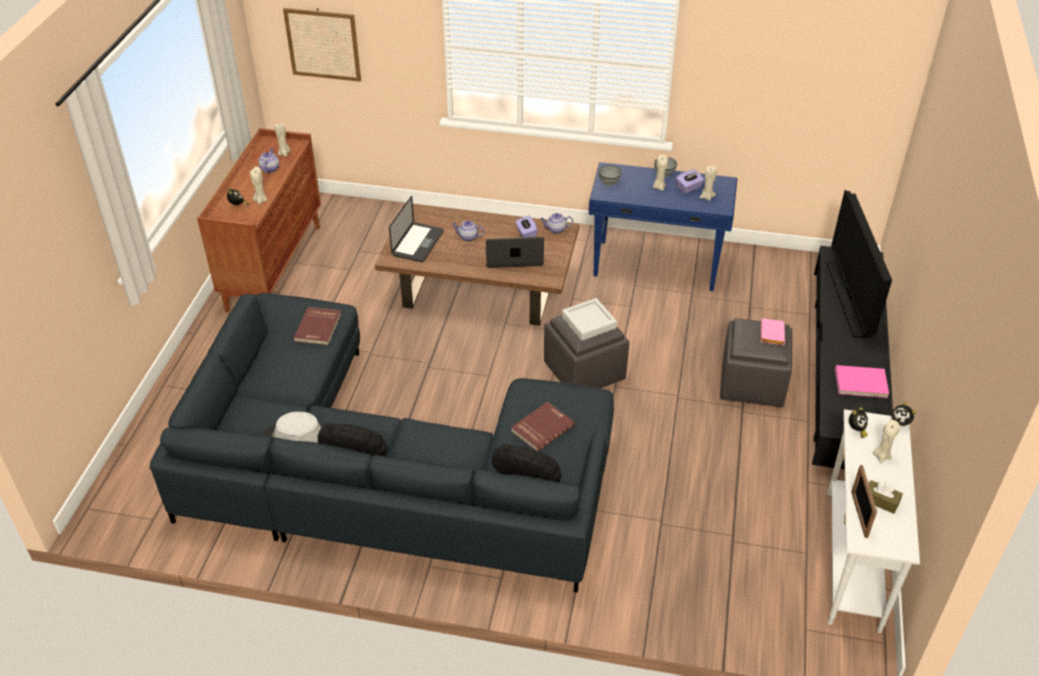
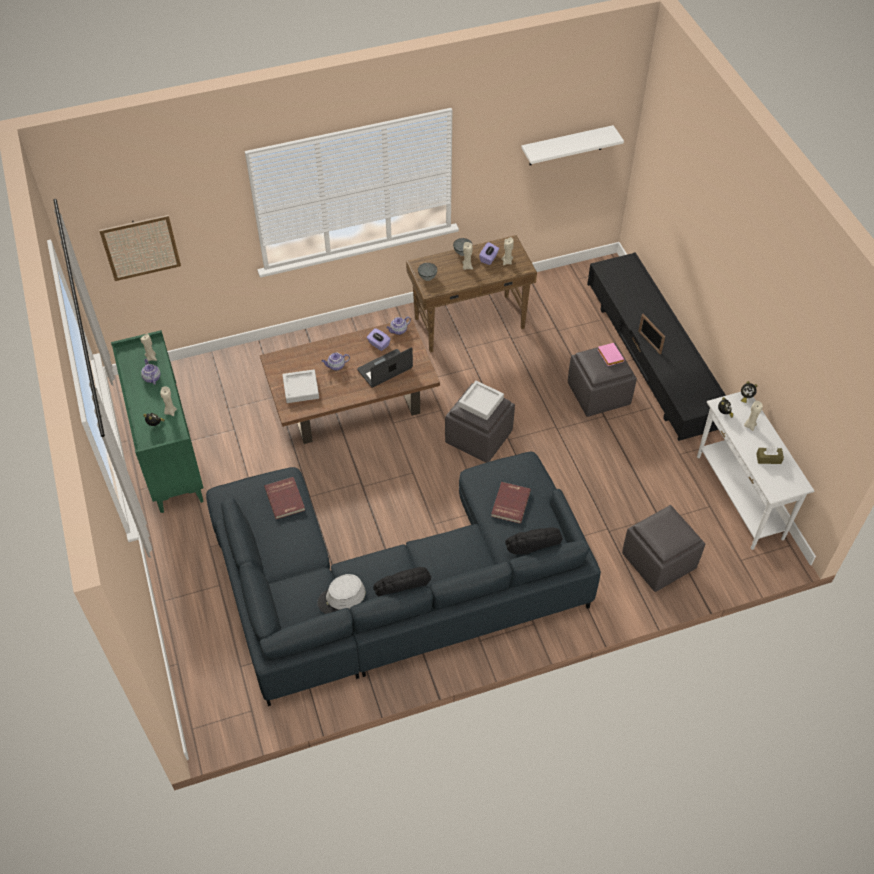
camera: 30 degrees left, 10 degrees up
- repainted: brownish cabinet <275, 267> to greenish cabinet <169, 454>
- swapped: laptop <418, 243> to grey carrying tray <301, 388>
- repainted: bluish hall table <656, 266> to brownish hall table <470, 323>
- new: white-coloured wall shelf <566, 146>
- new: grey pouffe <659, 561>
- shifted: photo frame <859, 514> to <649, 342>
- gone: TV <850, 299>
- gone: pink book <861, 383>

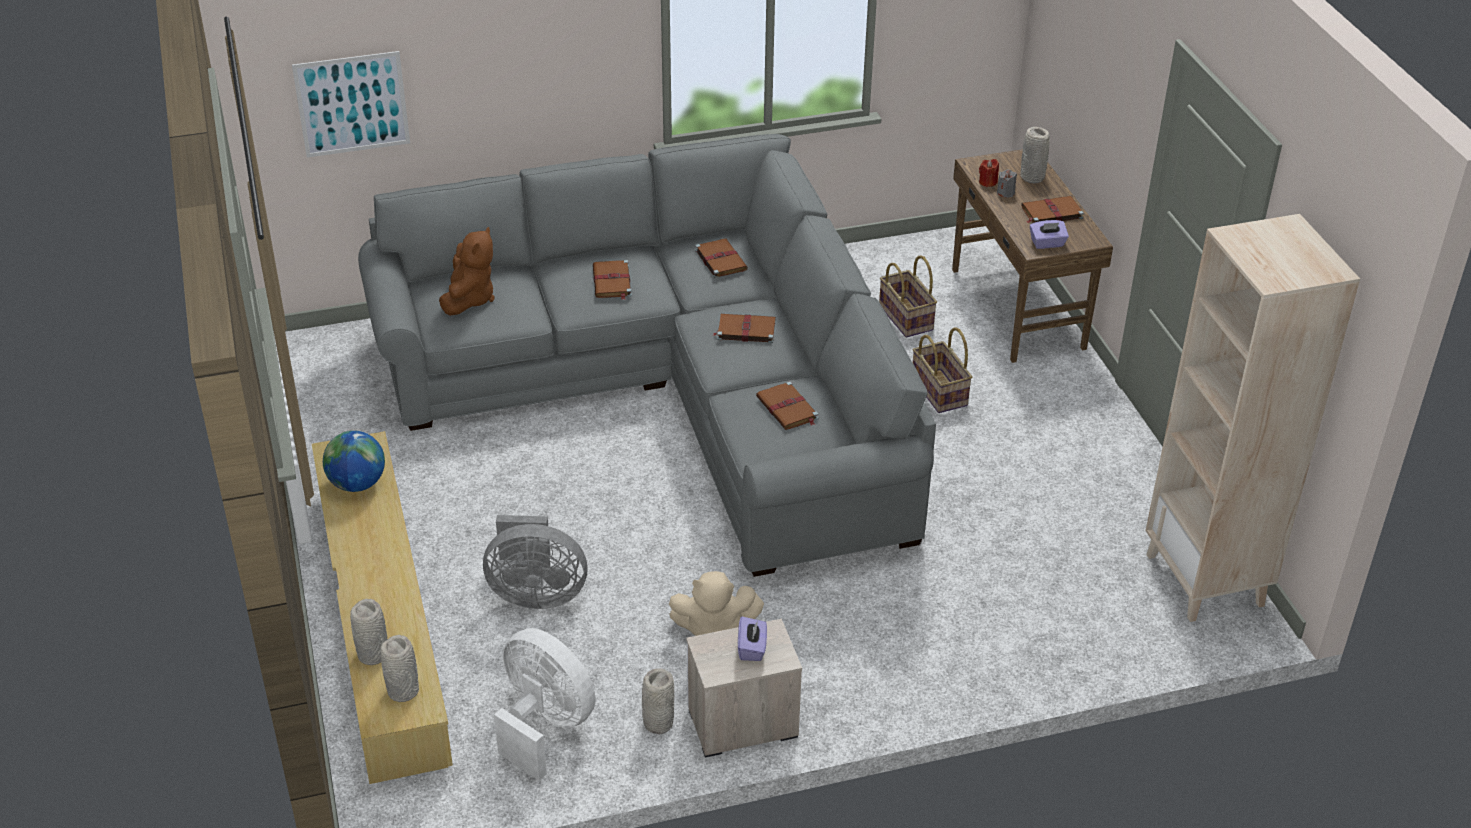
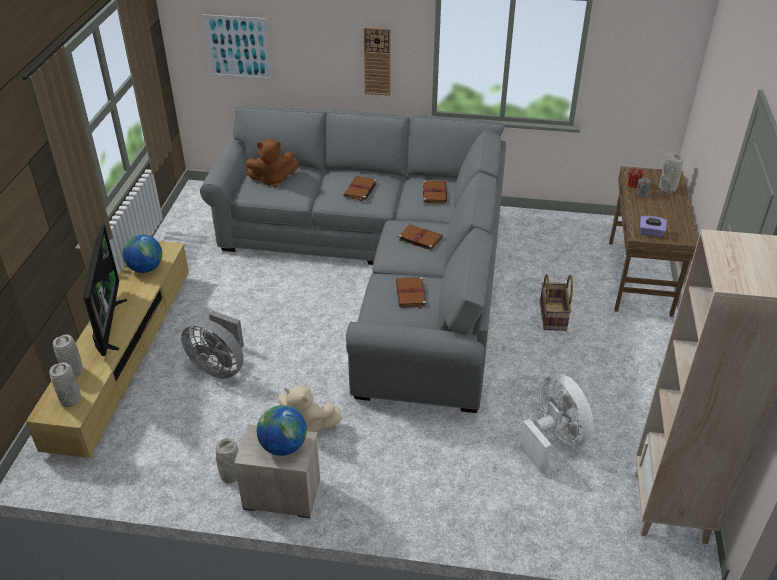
camera: 25 degrees right, 0 degrees up
- new: TV <108, 325>
- rotated: brownish soft toy <469, 298> = <272, 179> 45 degrees clockwise
- swapped: purplish tissue box <752, 648> to world globe <283, 446>
- new: hanging clock <377, 61>
- shifted: white-coloured fan <544, 726> to <554, 439>
- gone: storage basket <907, 318>
- gone: brownish book <1051, 213>

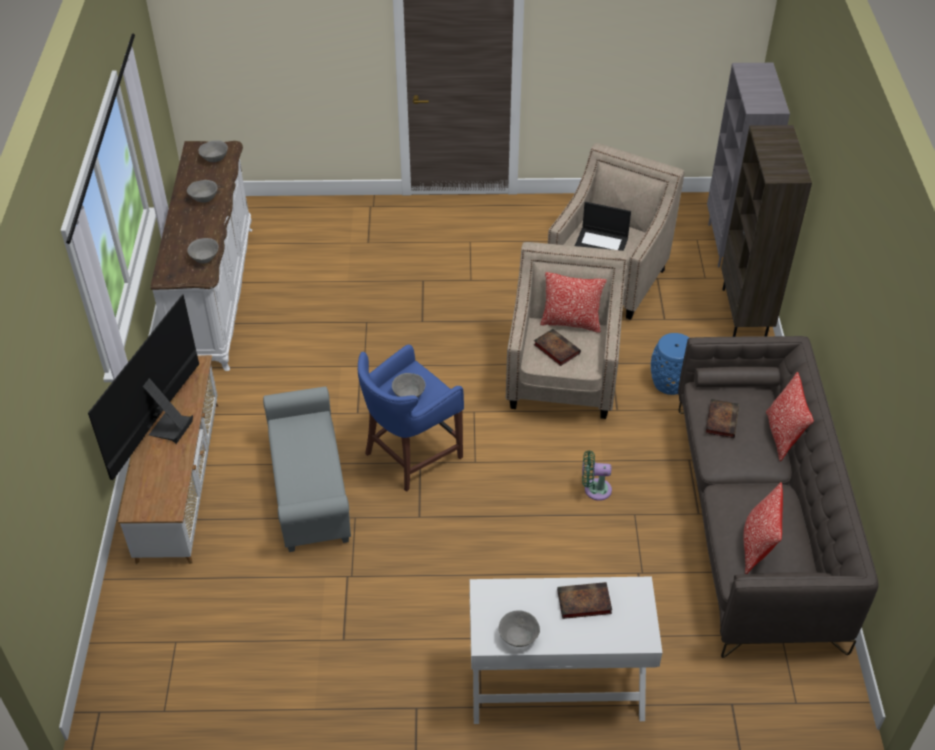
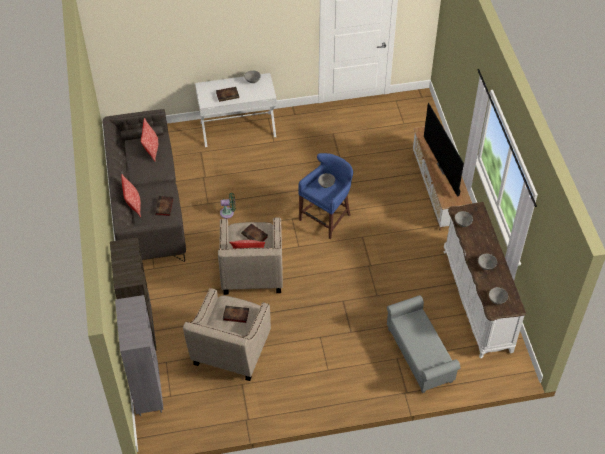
camera: 170 degrees right, 5 degrees up
- swapped: laptop <601, 243> to book <235, 315>
- shifted: grey pouffe <310, 491> to <419, 355>
- rotated: TV <165, 427> = <444, 167> 150 degrees clockwise
- gone: bluish stool seat <670, 382>

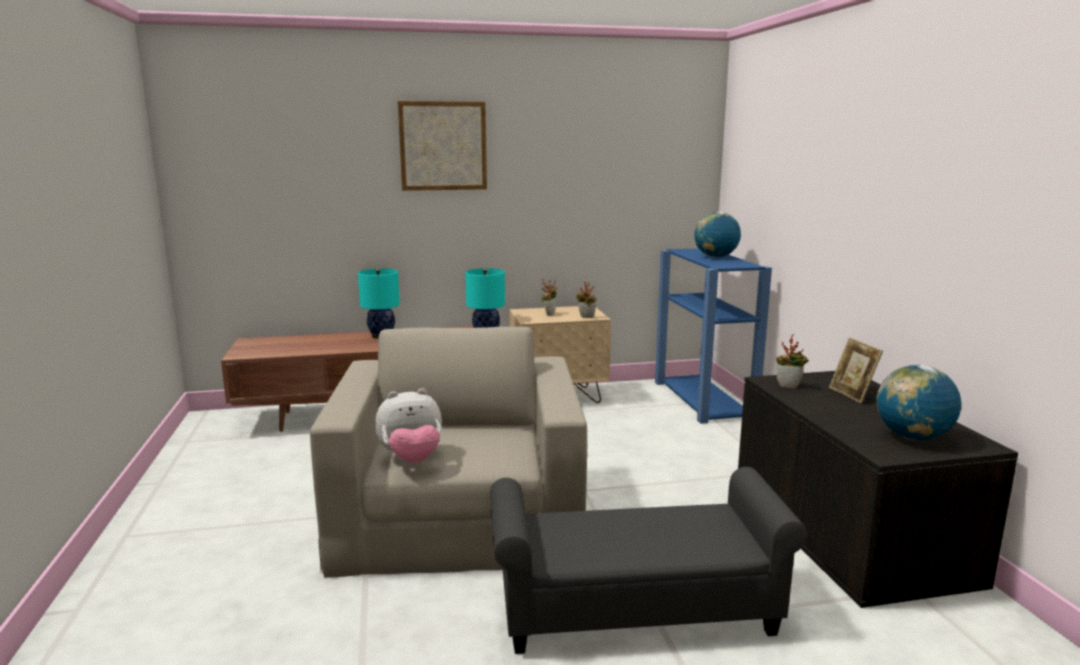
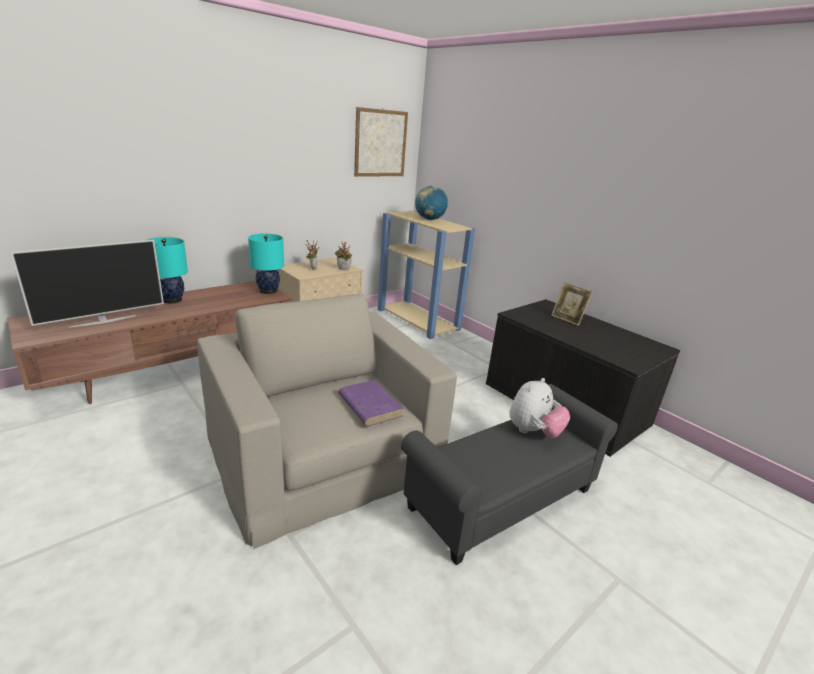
camera: 30 degrees left, 10 degrees up
- new: TV <103, 321>
- new: purplish book <369, 405>
- shifted: picture <443, 145> to <380, 142>
- repainted: bluish shelving unit <703, 399> to beige shelving unit <418, 319>
- shifted: soft toy <411, 459> to <533, 432>
- gone: plant in a pot <789, 386>
- gone: world globe <912, 437>

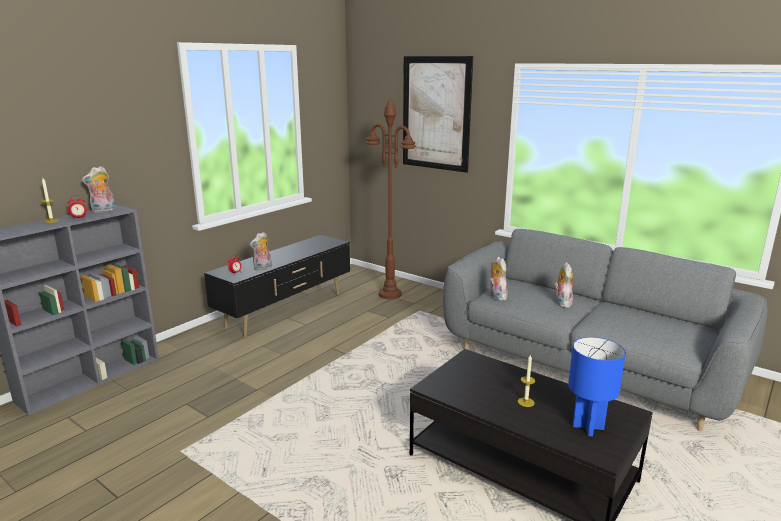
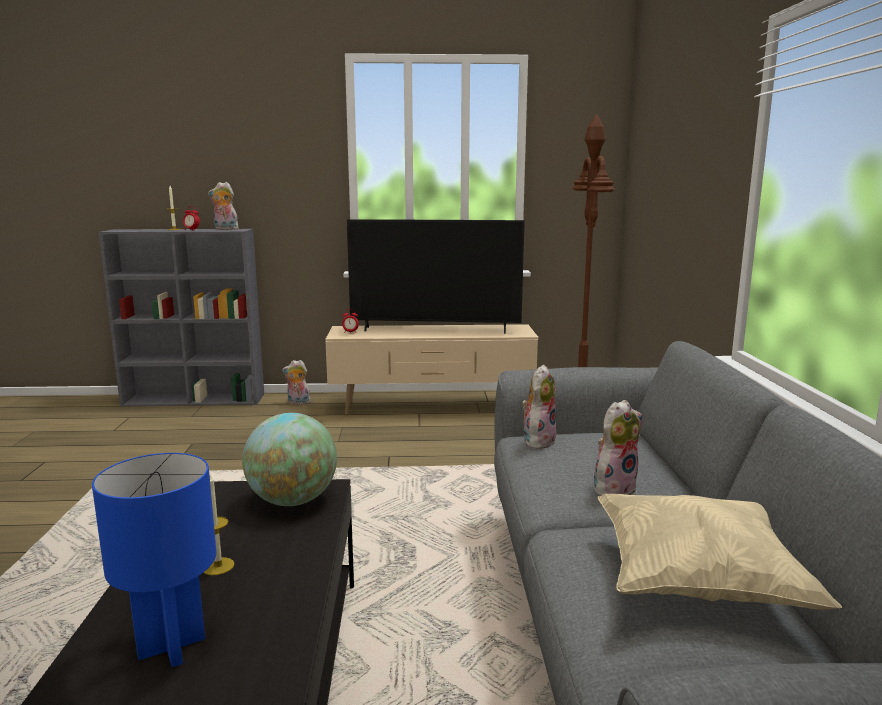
camera: 50 degrees right, 5 degrees down
- new: world globe <292, 501>
- shifted: soft toy <263, 268> to <298, 403>
- repainted: black tv unit <286, 311> to beige tv unit <432, 408>
- new: TV <435, 330>
- new: beige pillow <696, 583>
- gone: picture <436, 113>

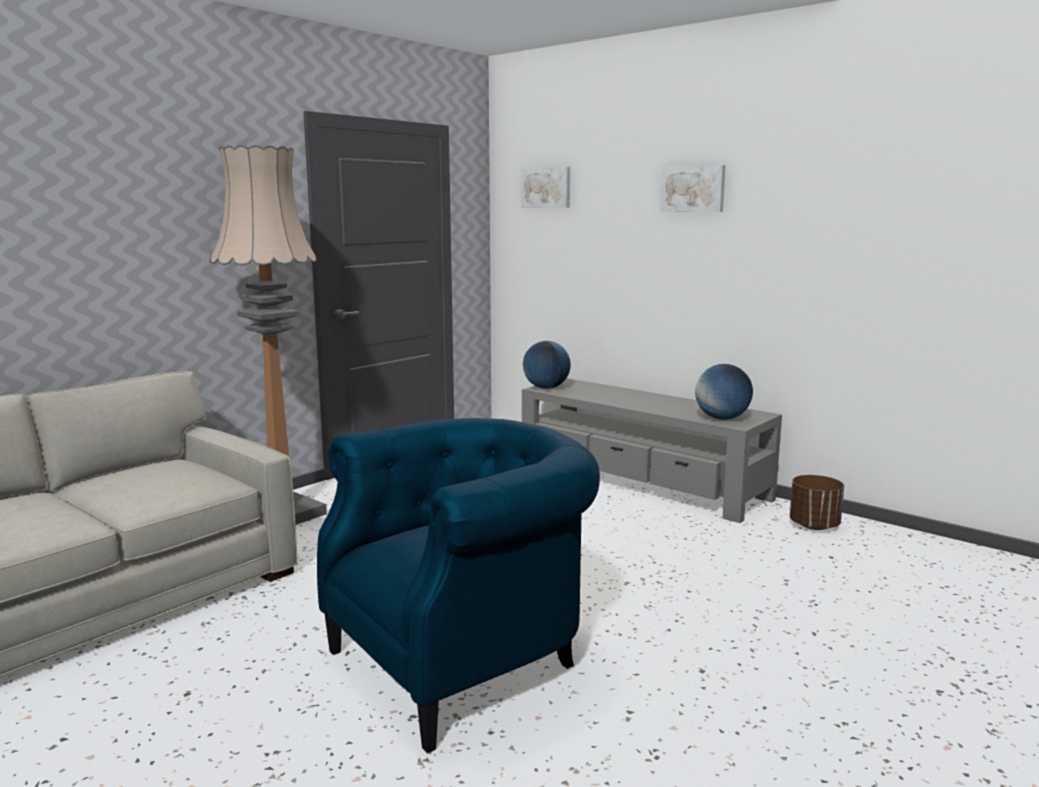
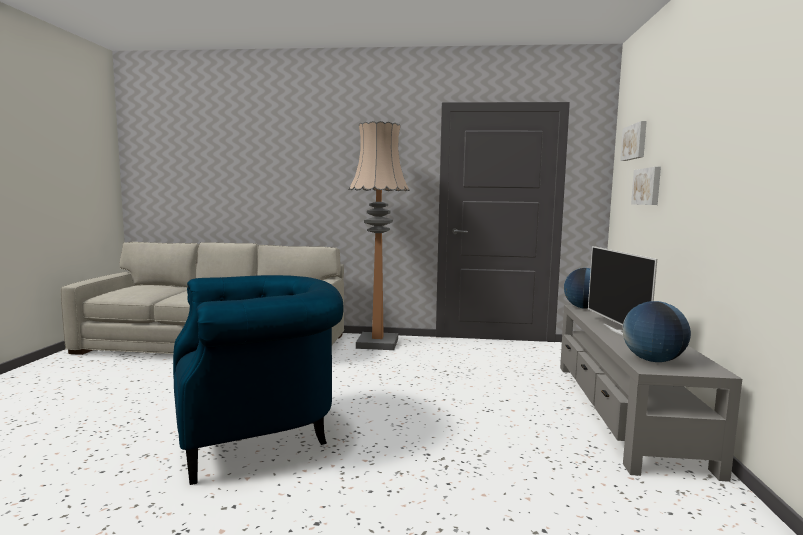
camera: 55 degrees right, 5 degrees down
- rotated: bluish armchair <465, 662> = <259, 434> 45 degrees counterclockwise
- new: TV <619, 331>
- shifted: picture <693, 189> to <647, 186>
- gone: brownish flower pot <814, 526>

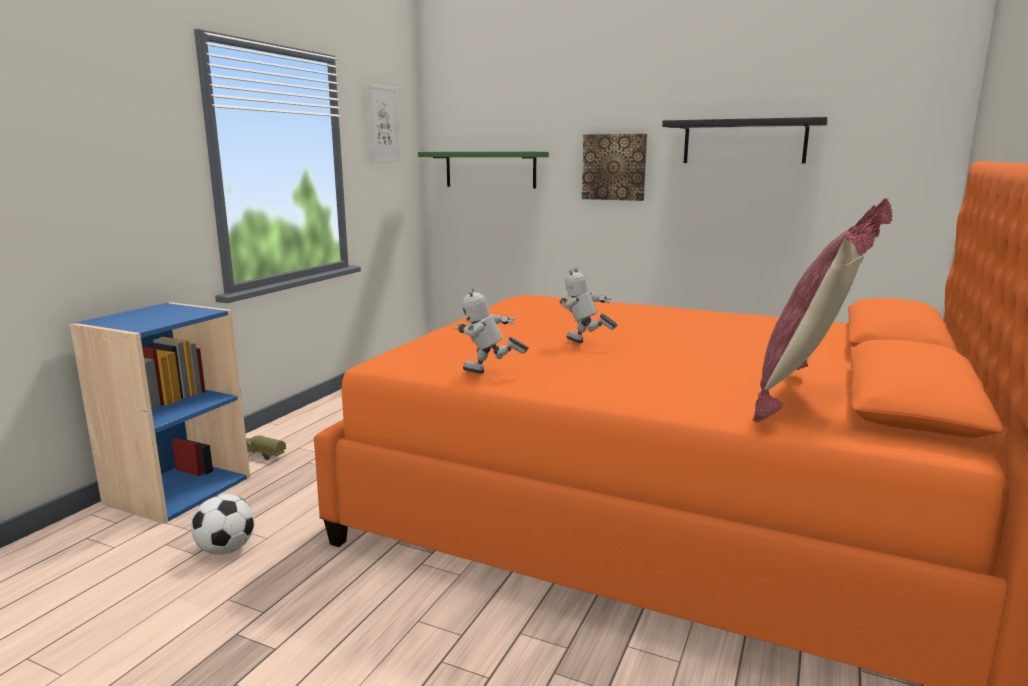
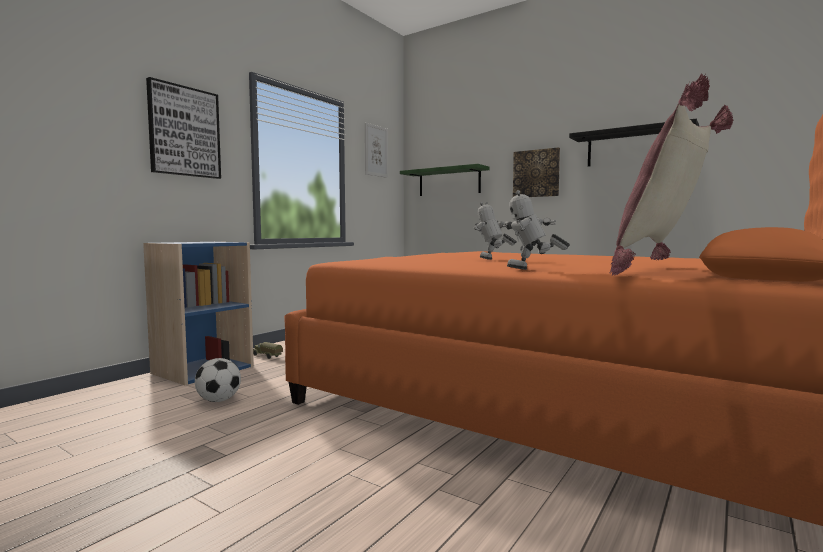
camera: 10 degrees right, 10 degrees down
- new: picture <184, 131>
- shifted: toy robot <489, 374> to <532, 270>

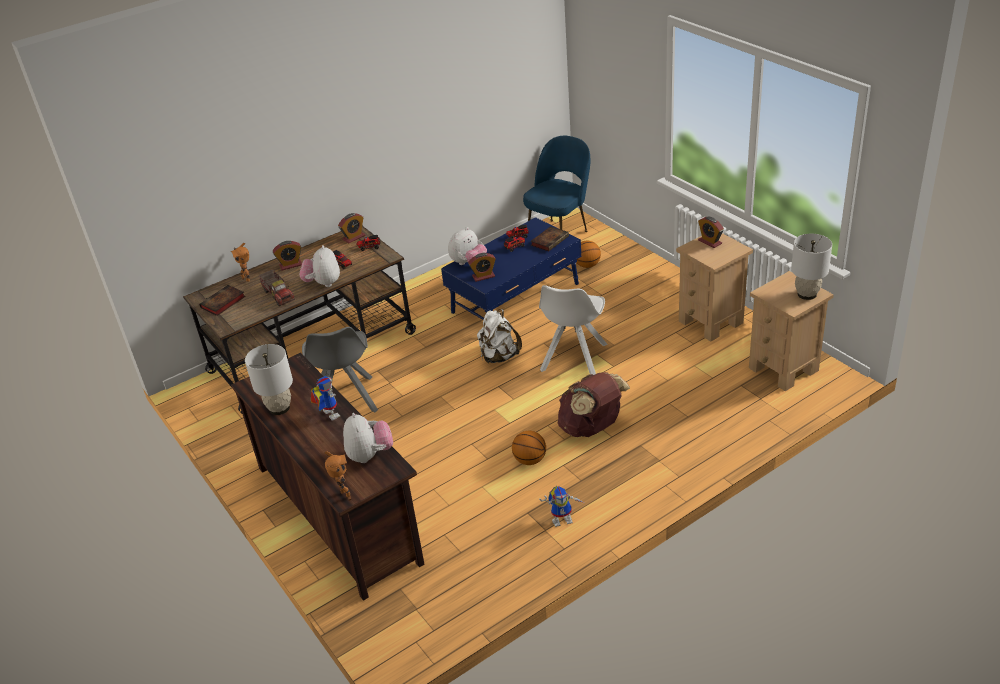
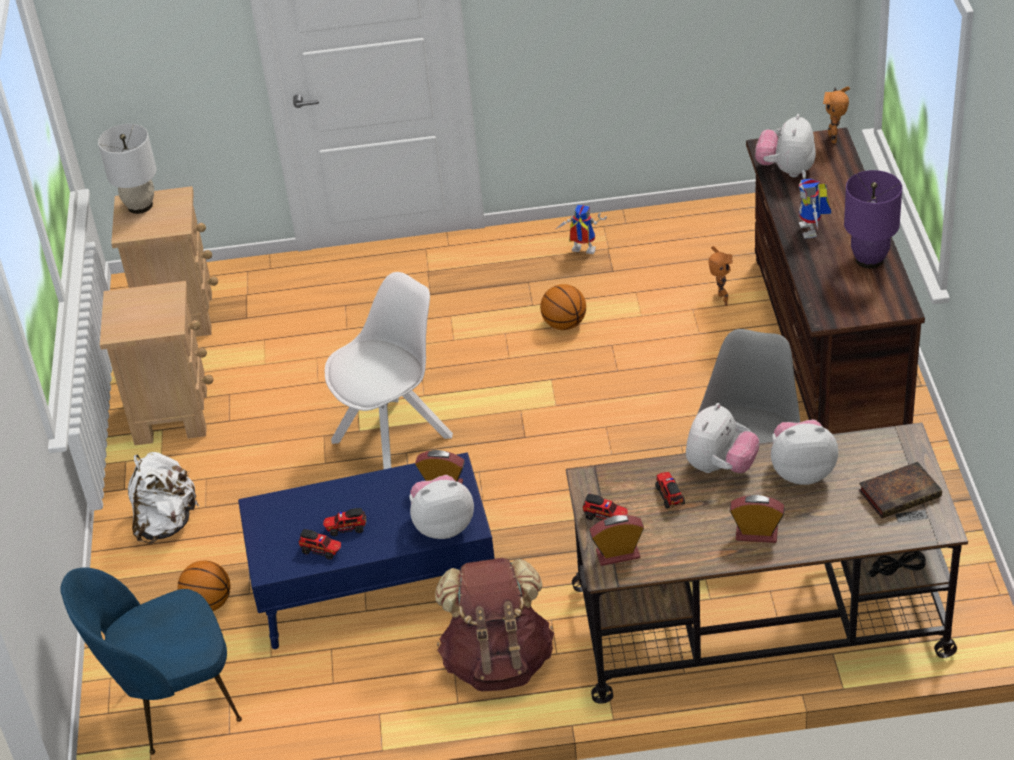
camera: 150 degrees left, 5 degrees up
- shifted: white-coloured backpack <499, 356> to <166, 523>
- shifted: brownish backpack <591, 428> to <498, 661>
- shifted: toy robot <247, 279> to <720, 301>
- swapped: model truck <279, 295> to soft toy <801, 471>
- repainted: white-coloured tabletop lamp <279, 408> to purplish tabletop lamp <869, 259>
- gone: book <550, 240>
- gone: alarm clock <710, 242>

